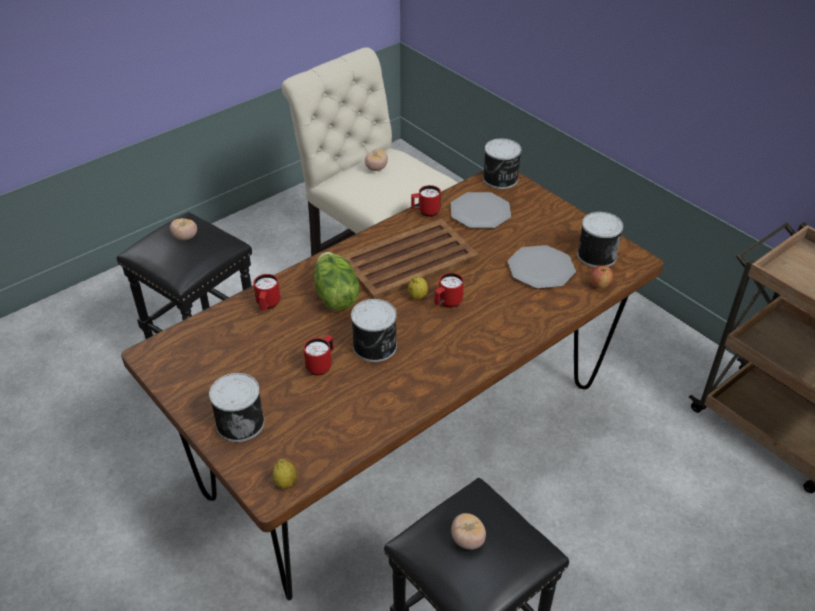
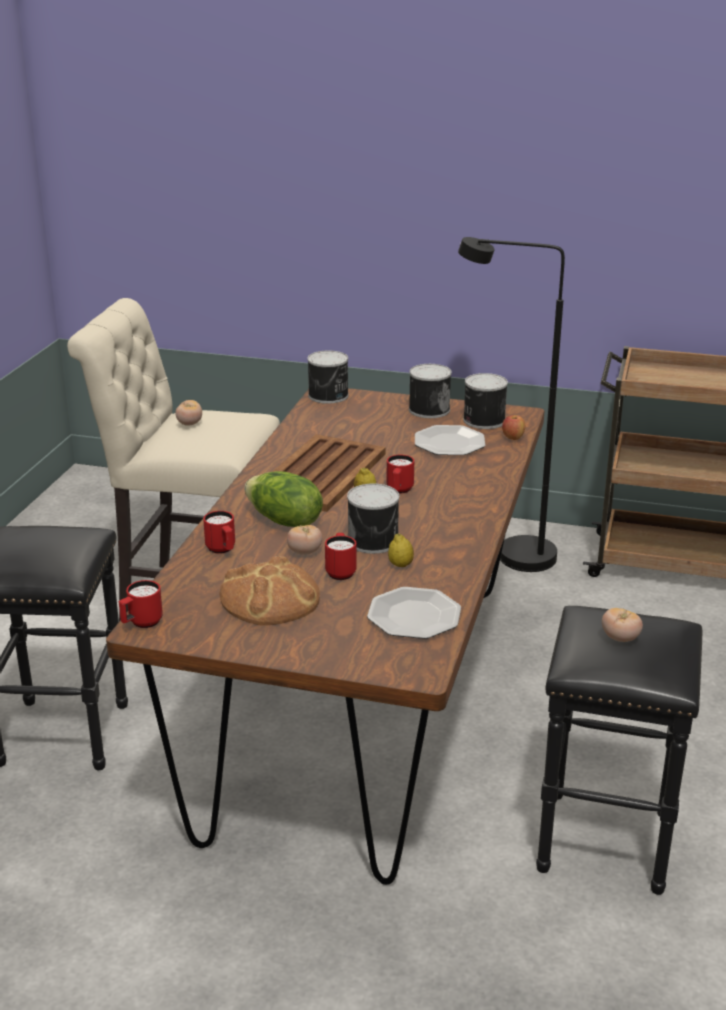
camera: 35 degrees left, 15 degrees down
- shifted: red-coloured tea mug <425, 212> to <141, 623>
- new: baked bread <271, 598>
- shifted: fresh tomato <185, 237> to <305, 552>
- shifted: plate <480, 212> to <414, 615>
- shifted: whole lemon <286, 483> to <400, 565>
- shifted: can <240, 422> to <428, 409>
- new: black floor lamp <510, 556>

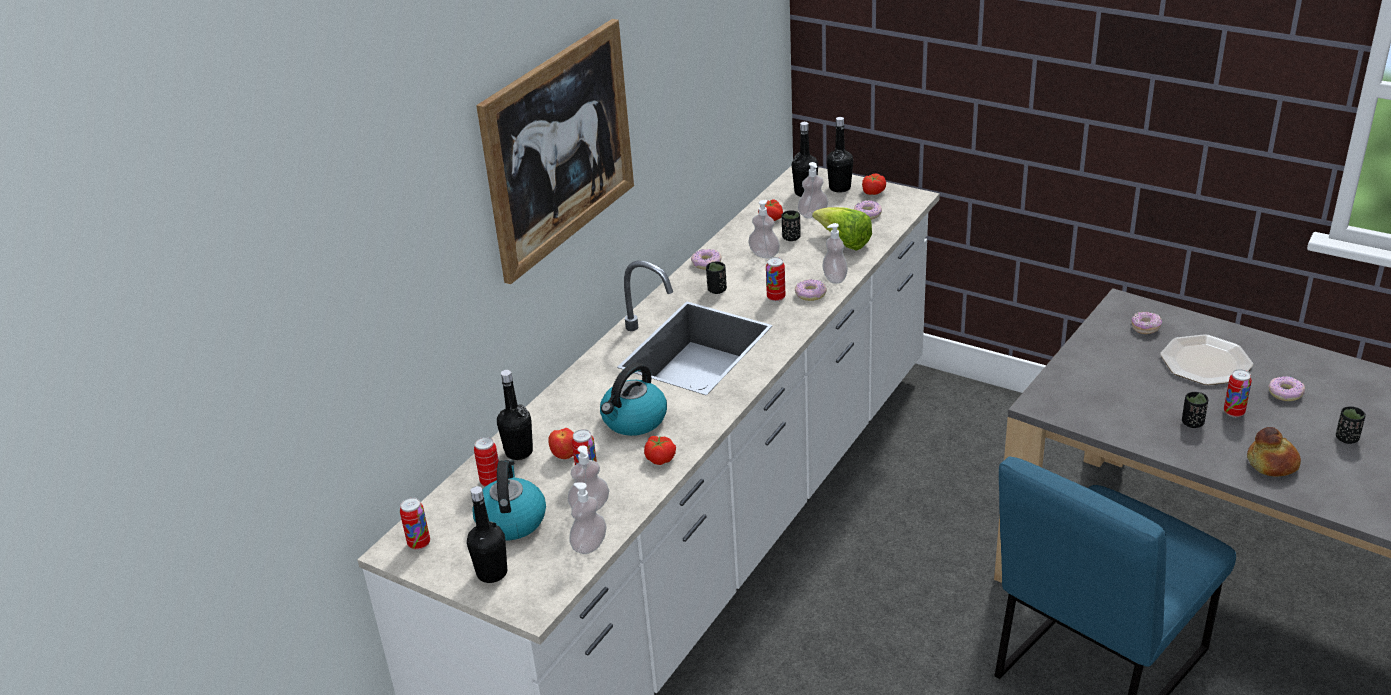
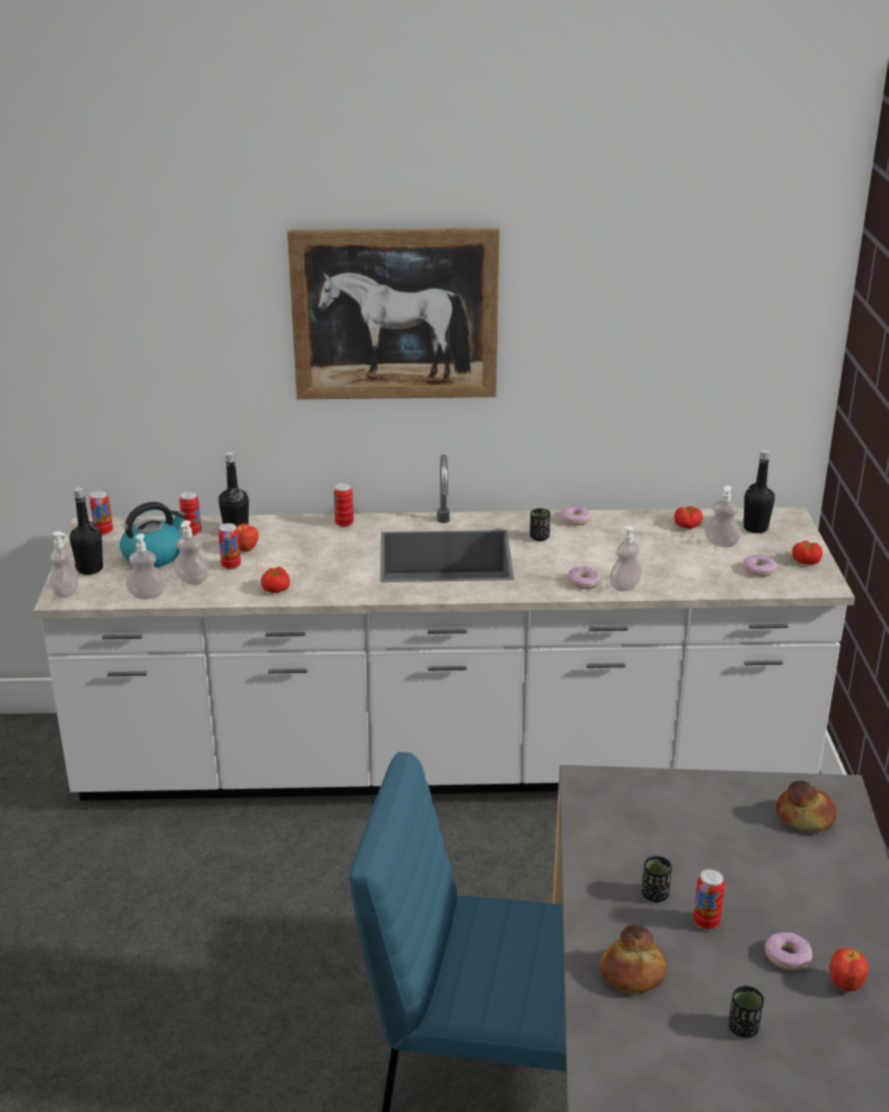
camera: 55 degrees right, 5 degrees down
- shifted: liquid soap bottle <764, 254> to <66, 592>
- shifted: can <776, 297> to <344, 524>
- swapped: doughnut <1145, 328> to baked bread <805, 817>
- new: whole apple <844, 984>
- gone: tea kettle <634, 420>
- gone: black cup <791, 237>
- gone: lettuce head <844, 242>
- gone: black beverage bottle <840, 188>
- gone: plate <1205, 361>

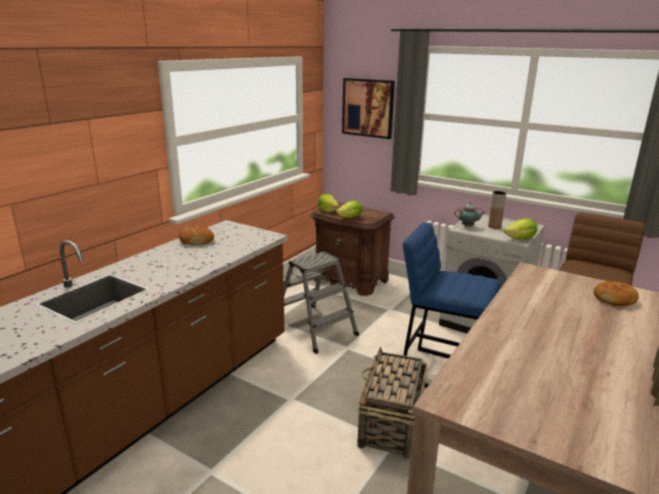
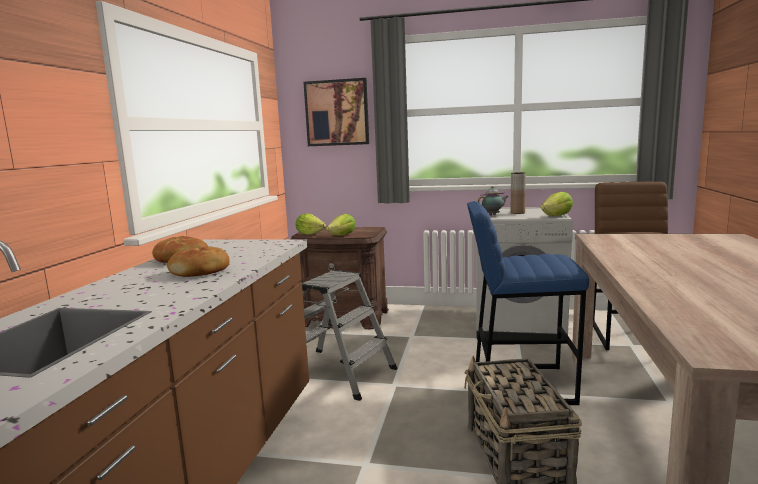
camera: 20 degrees left, 10 degrees down
- shifted: baked bread <615, 299> to <201, 271>

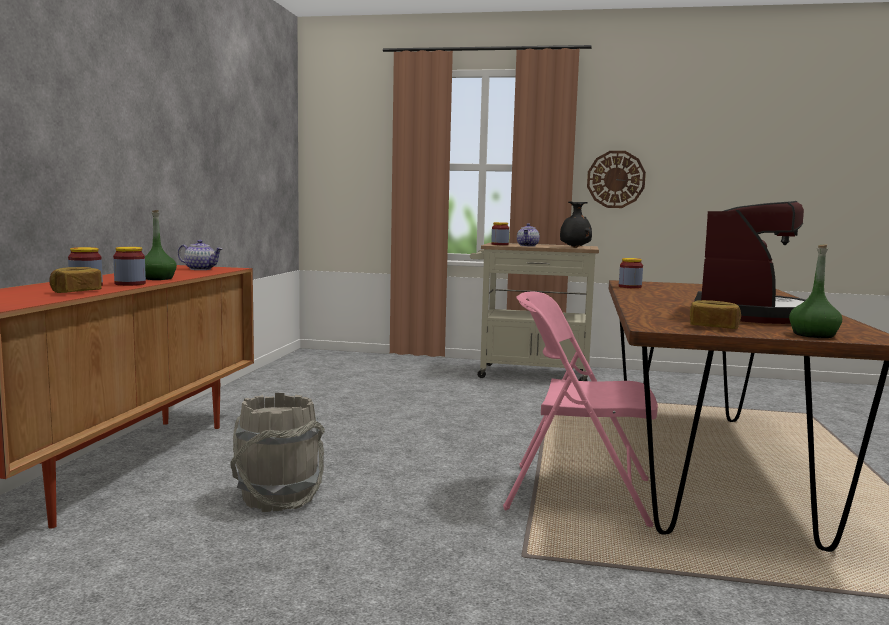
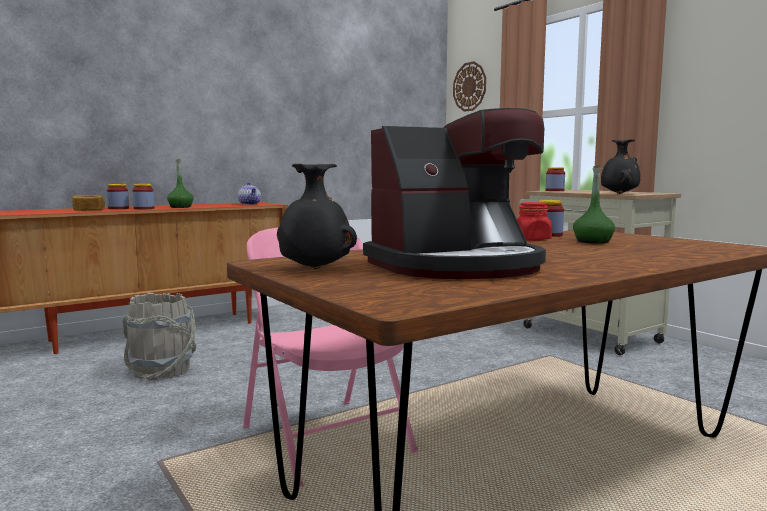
camera: 45 degrees right, 0 degrees up
- swapped: baked bread <713, 327> to black flower vase <314, 269>
- shifted: hanging clock <615, 179> to <469, 86>
- new: red-coloured preserve jar <532, 239>
- shifted: greenish beverage bottle <813, 335> to <592, 241>
- gone: teapot <528, 246>

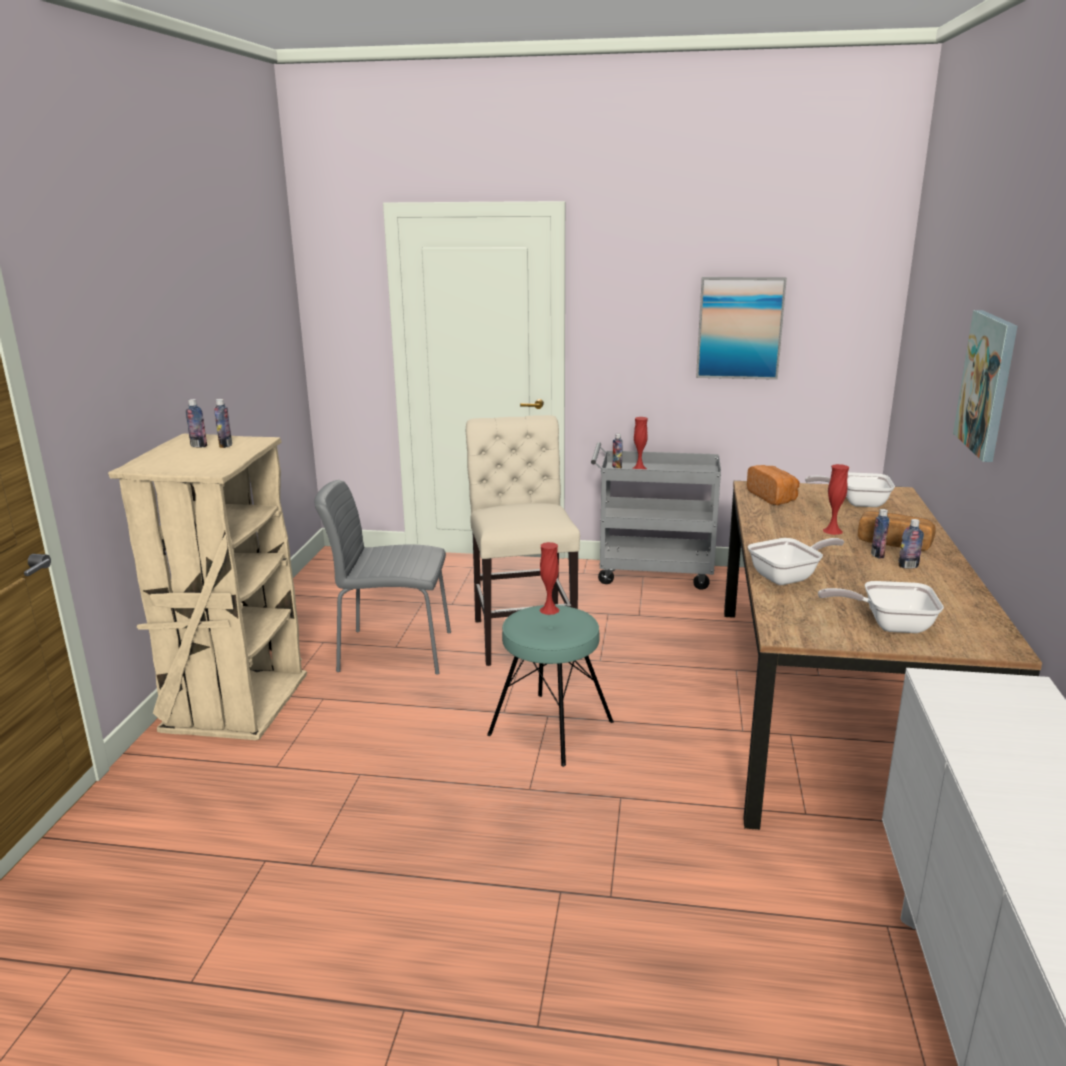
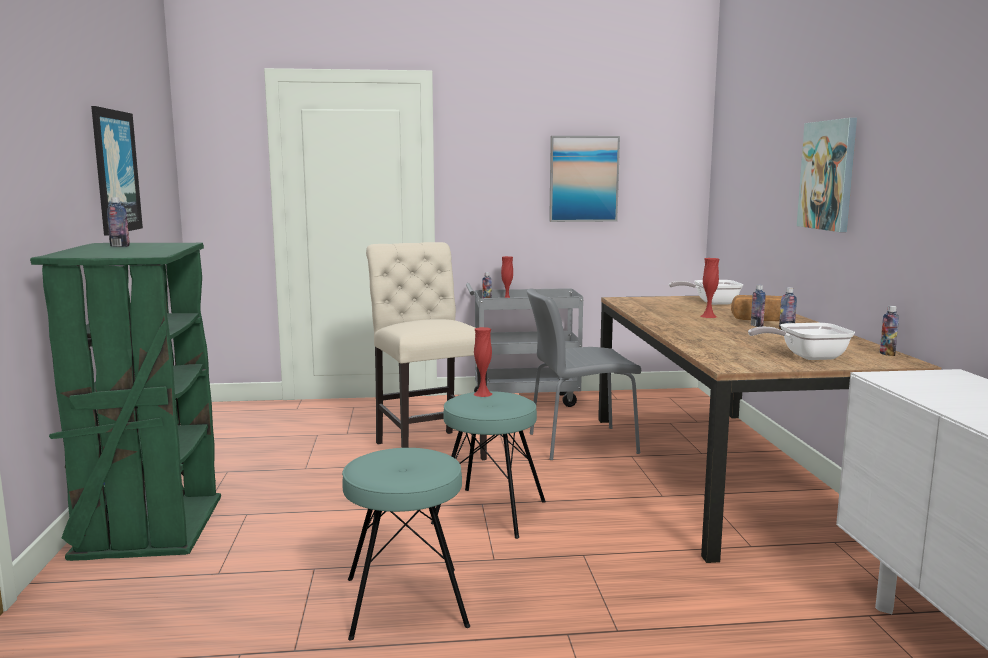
camera: 15 degrees left, 10 degrees down
- repainted: beige shelving unit <237, 701> to greenish shelving unit <150, 525>
- new: picture <115, 171>
- new: blue-green stool seat <406, 602>
- shifted: grey upright chair <390, 651> to <578, 444>
- shifted: beverage bottle <225, 445> to <887, 354>
- gone: baked bread <773, 497>
- gone: skillet <789, 577>

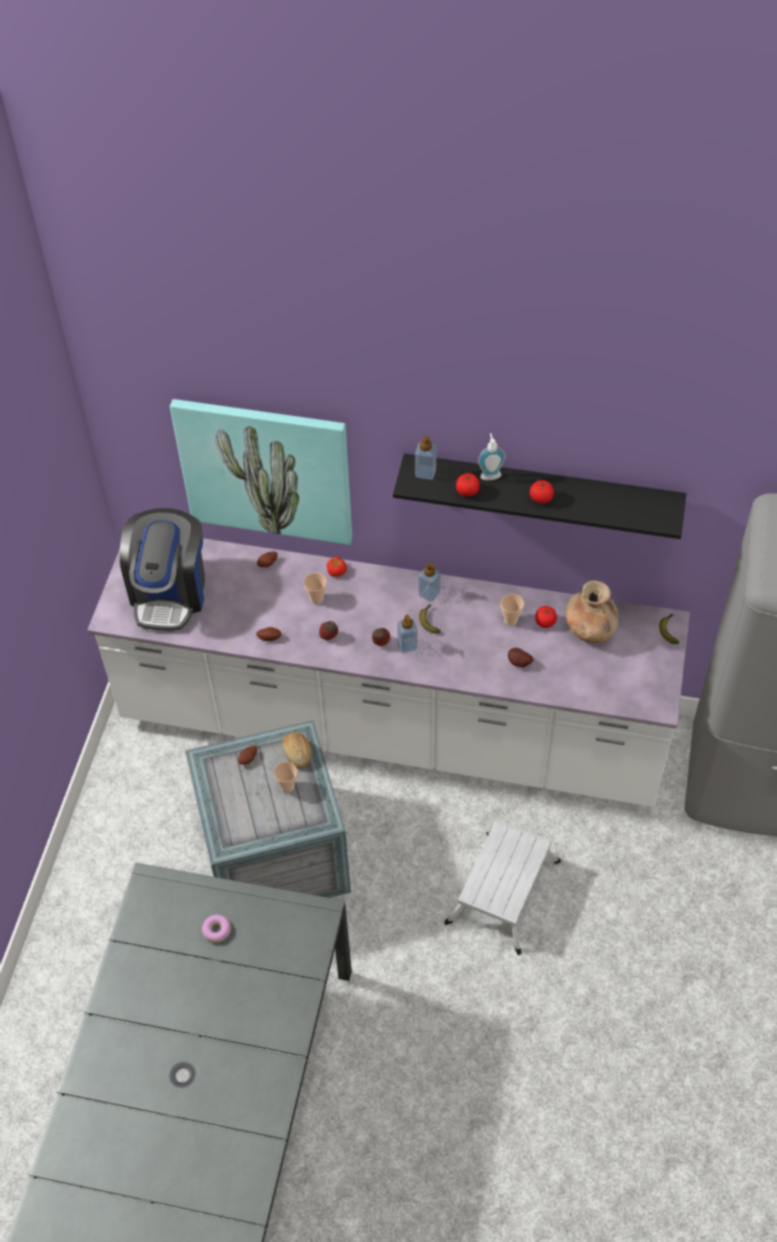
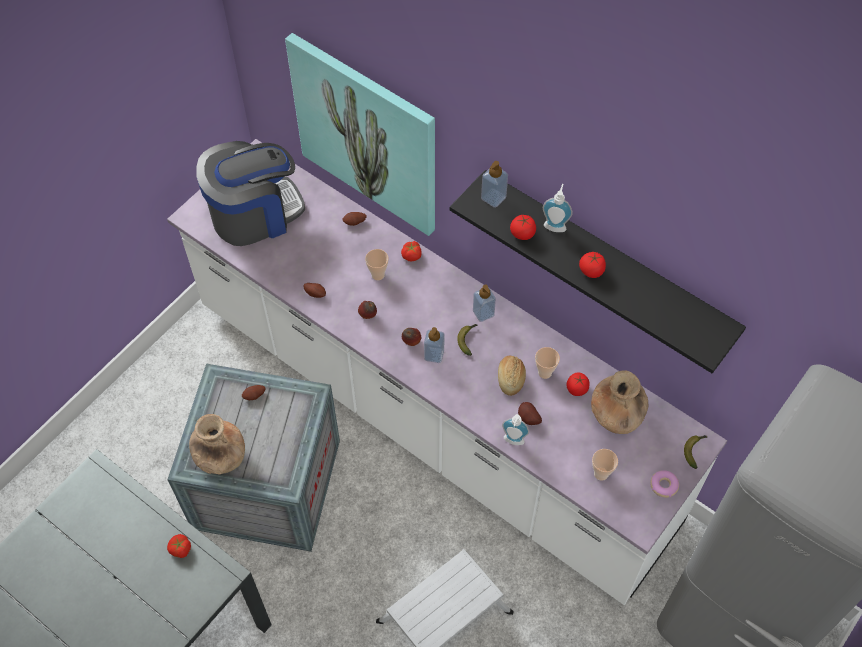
camera: 25 degrees right, 5 degrees up
- new: fresh tomato <180, 549>
- new: brownish flower vase <220, 457>
- rotated: coffee brewer <169, 592> = <255, 214> 150 degrees counterclockwise
- shifted: baked bread <297, 753> to <511, 378>
- new: liquid soap bottle <513, 442>
- shifted: cup <287, 787> to <601, 473>
- shifted: doughnut <216, 930> to <663, 485>

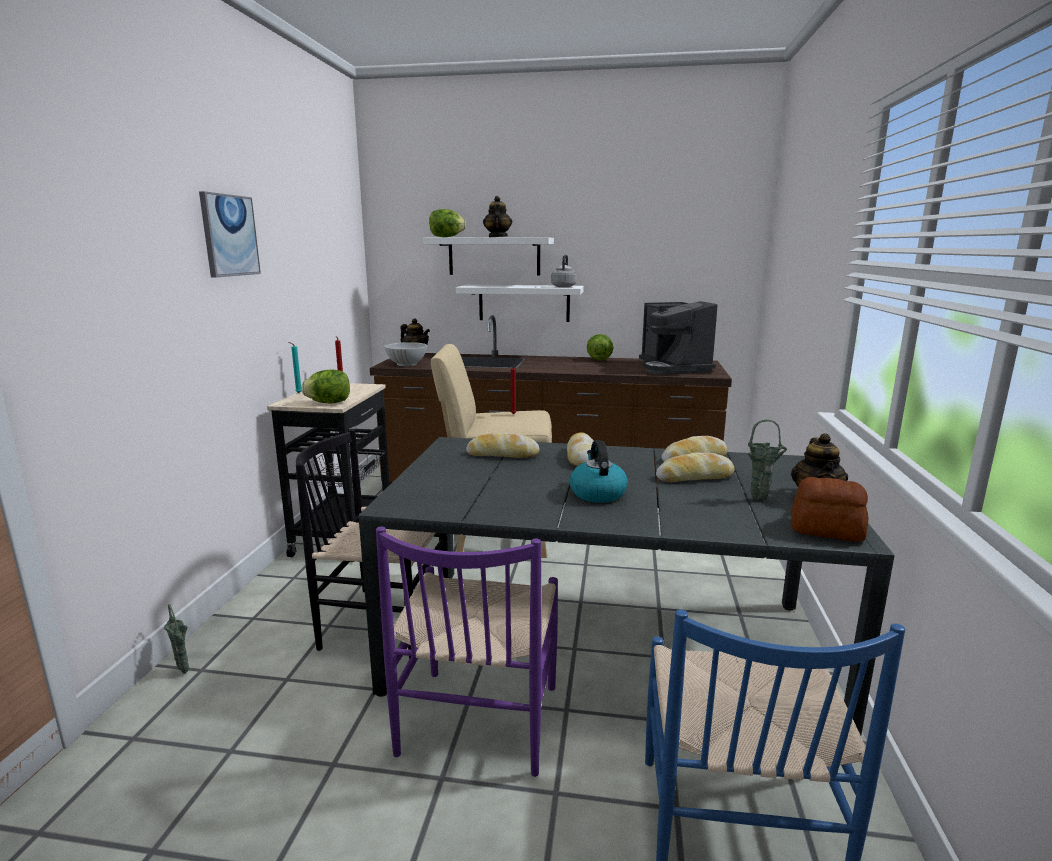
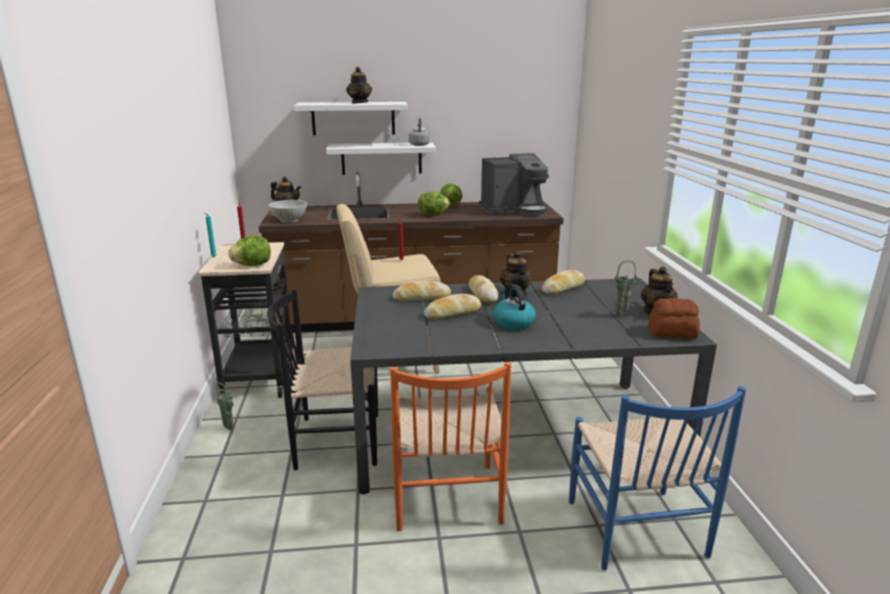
camera: 15 degrees left, 5 degrees up
- shifted: greenish flower vase <184, 673> to <230, 429>
- repainted: purplish upright chair <477, 726> to orange upright chair <446, 501>
- shifted: lettuce head <446, 237> to <433, 214>
- shifted: baked bread <694, 477> to <452, 313>
- rotated: coffee brewer <673, 368> = <514, 210> 75 degrees counterclockwise
- new: teapot <515, 293>
- gone: picture <229, 235>

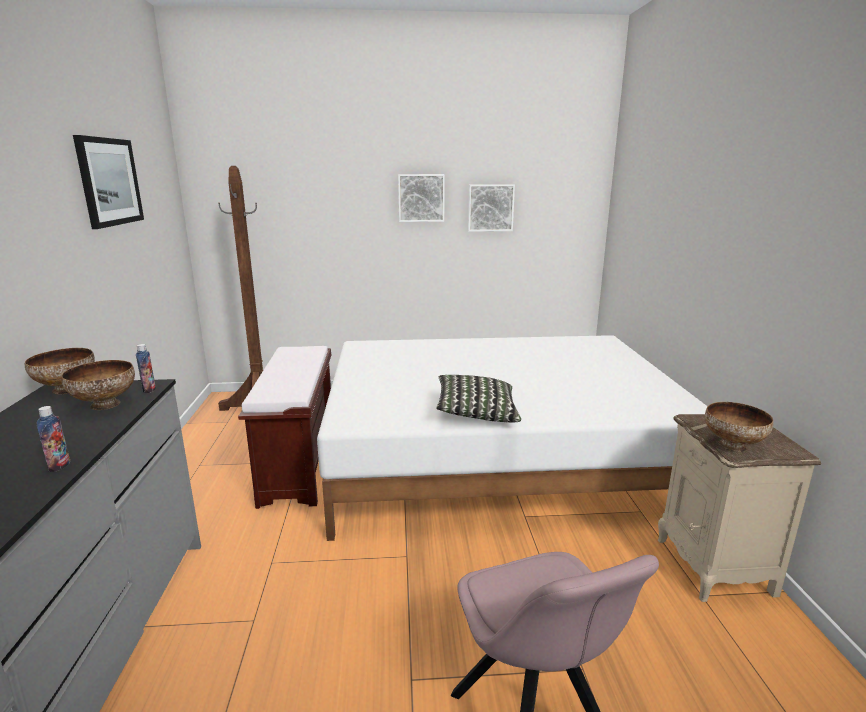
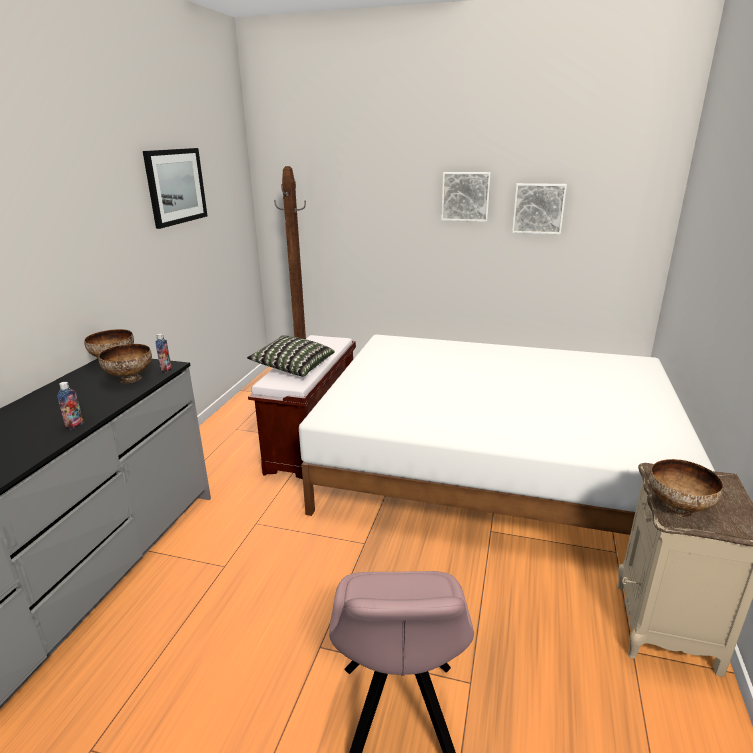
camera: 20 degrees right, 5 degrees up
- shifted: pillow <476, 413> to <293, 367>

